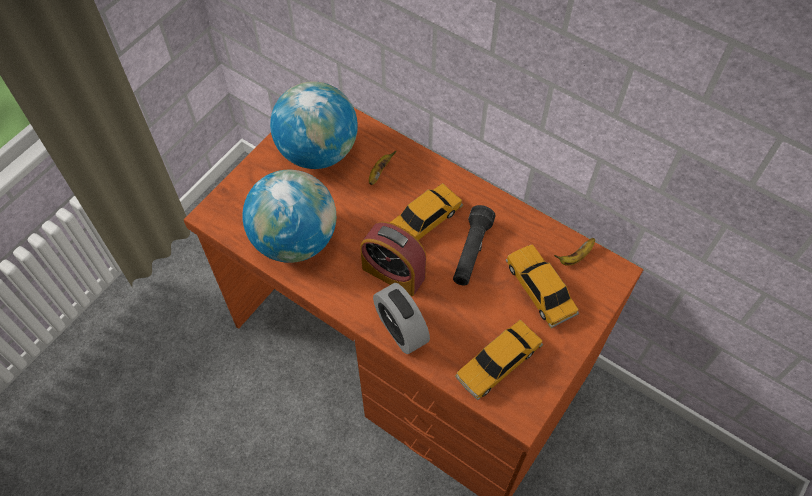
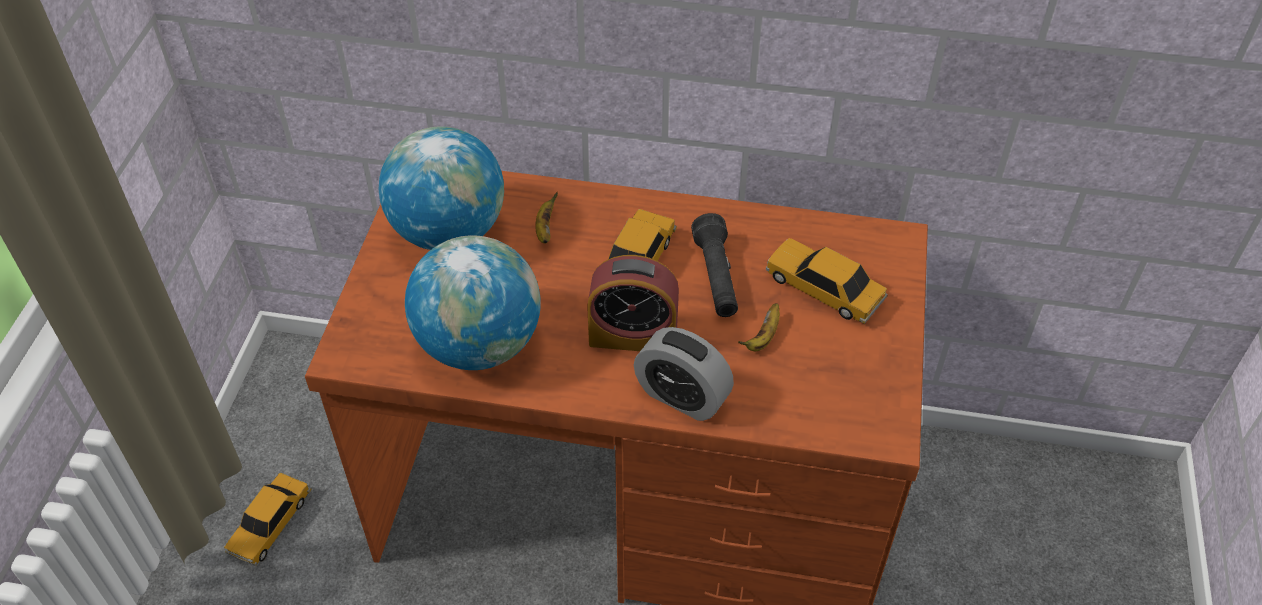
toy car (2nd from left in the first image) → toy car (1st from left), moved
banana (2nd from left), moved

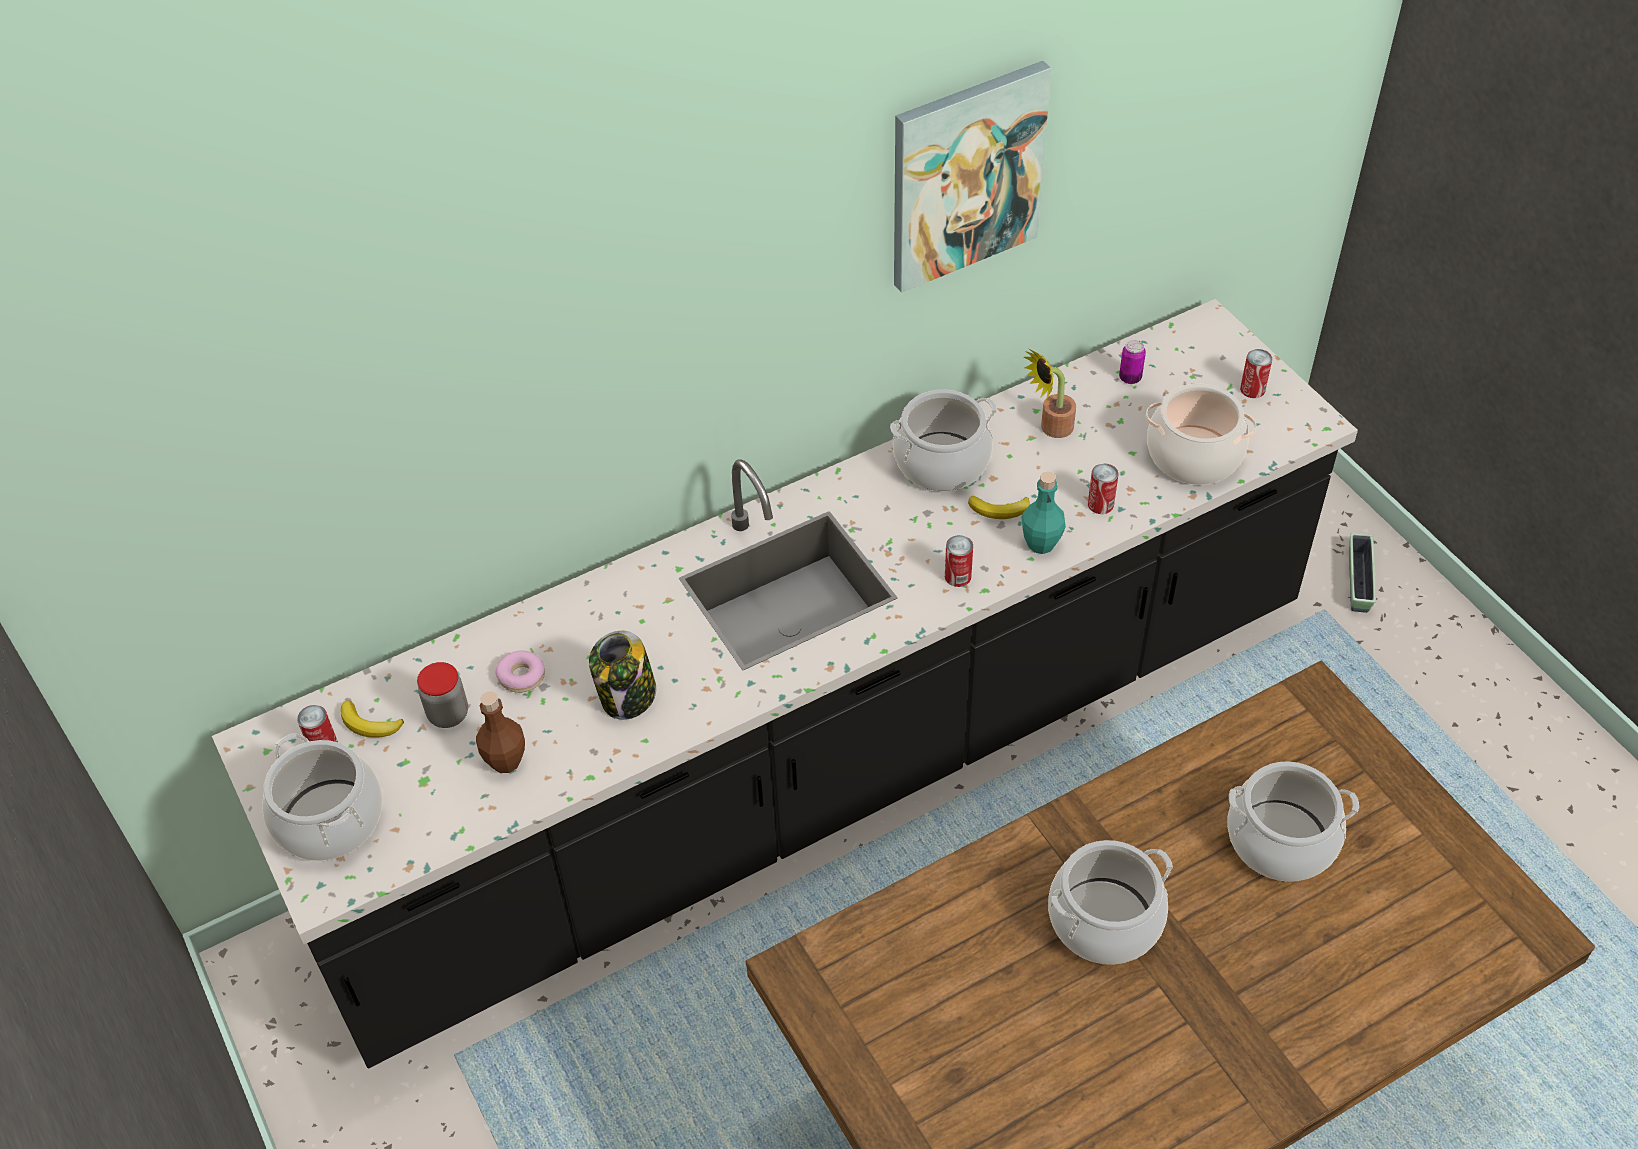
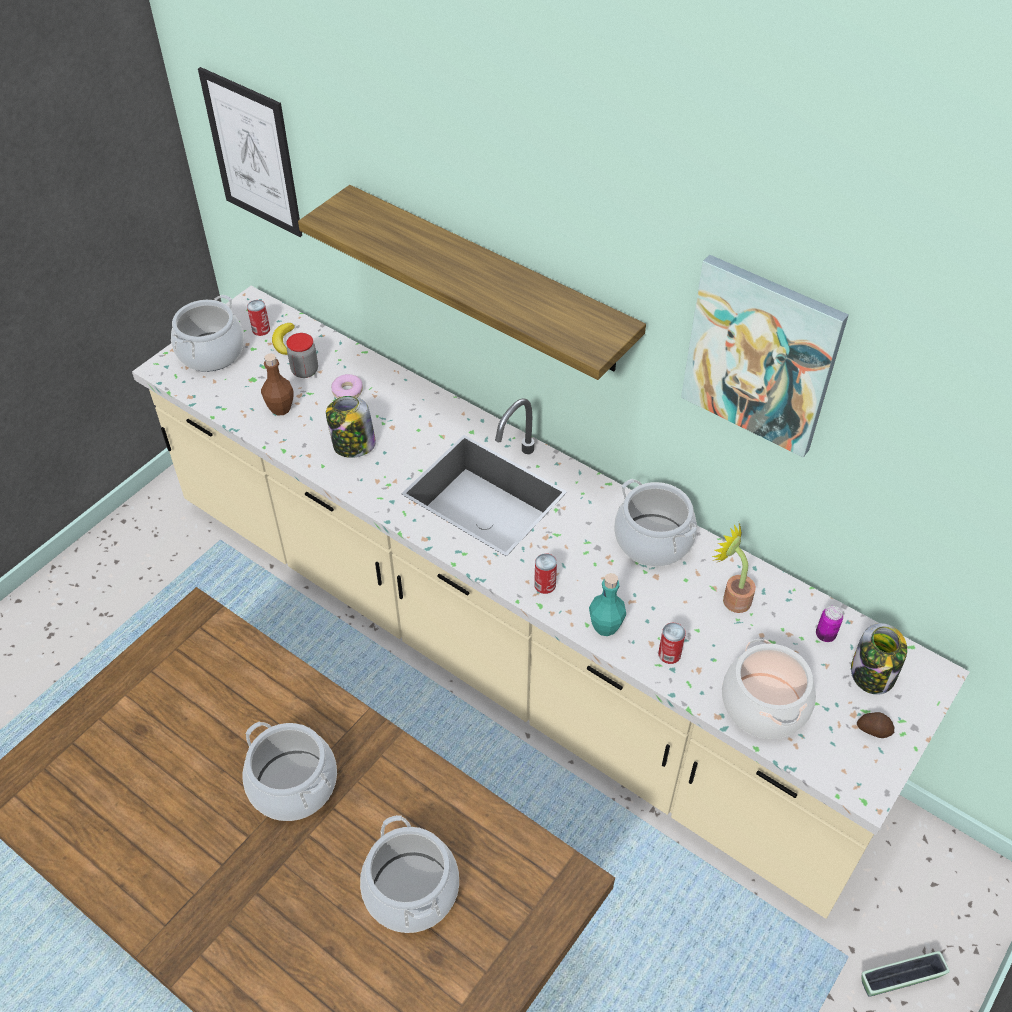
black counter → beige counter
- → picture (1st from left)
- → shelf
- → jar (3rd from left)
can (5th from left) → potato
banana (2nd from left) → -

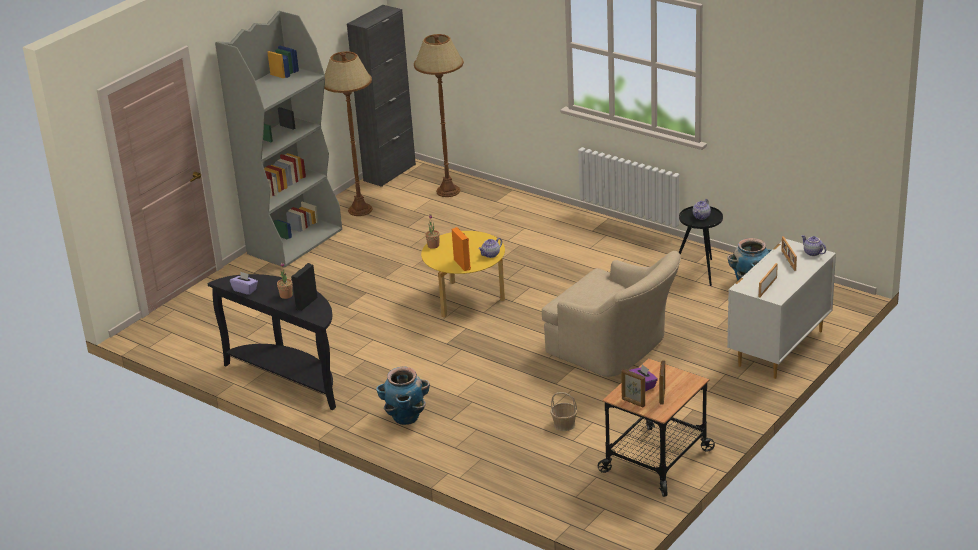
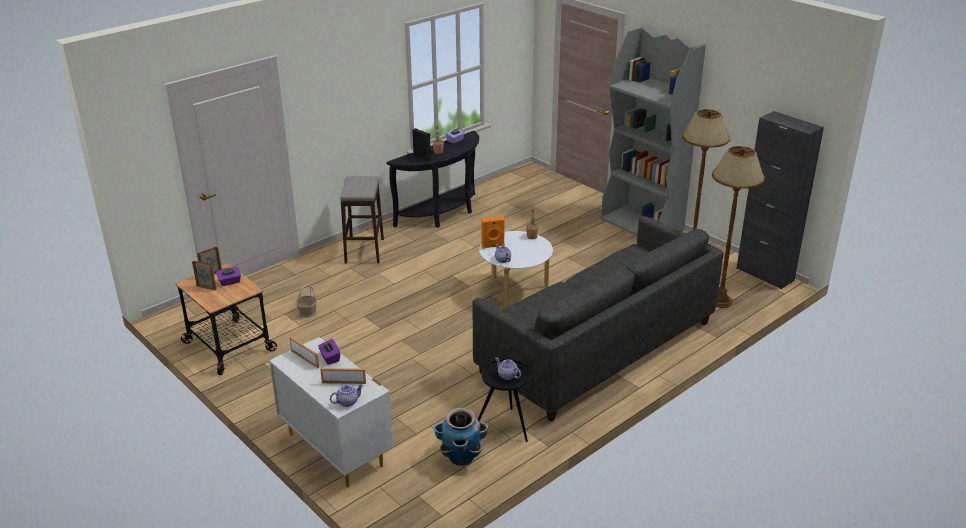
- → purple tissue box (2nd from left)
planter (1st from left) → stool
- → grey sofa
yellow coffee table → white coffee table
beige armchair → -

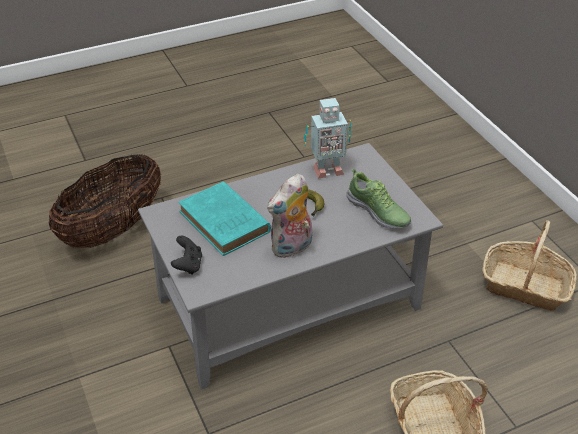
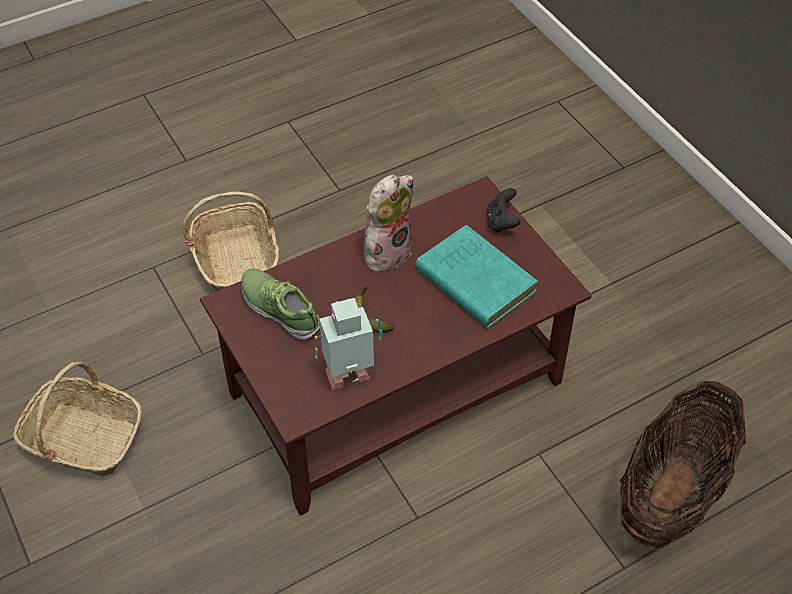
grey coffee table → brown coffee table

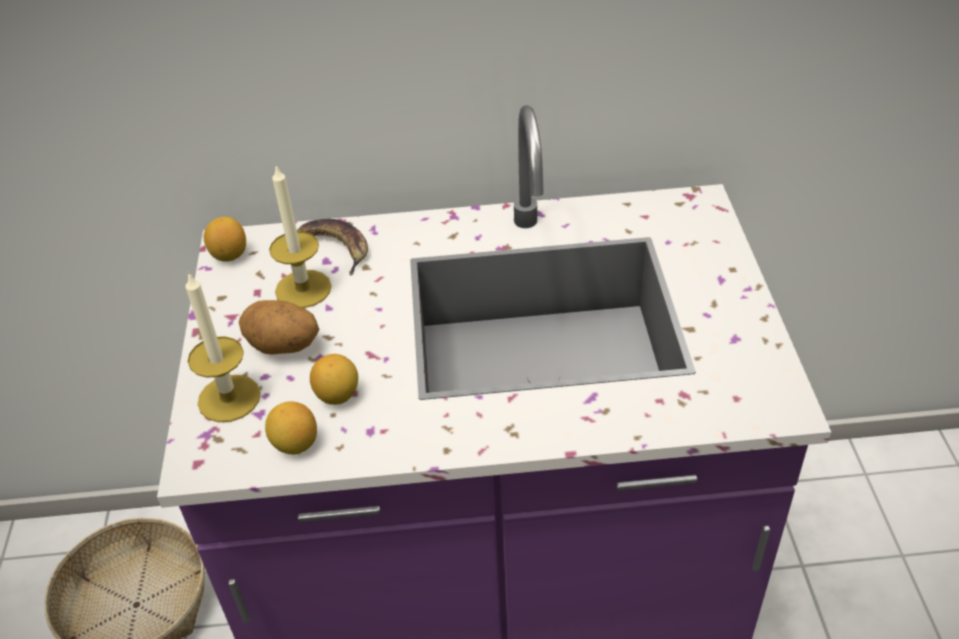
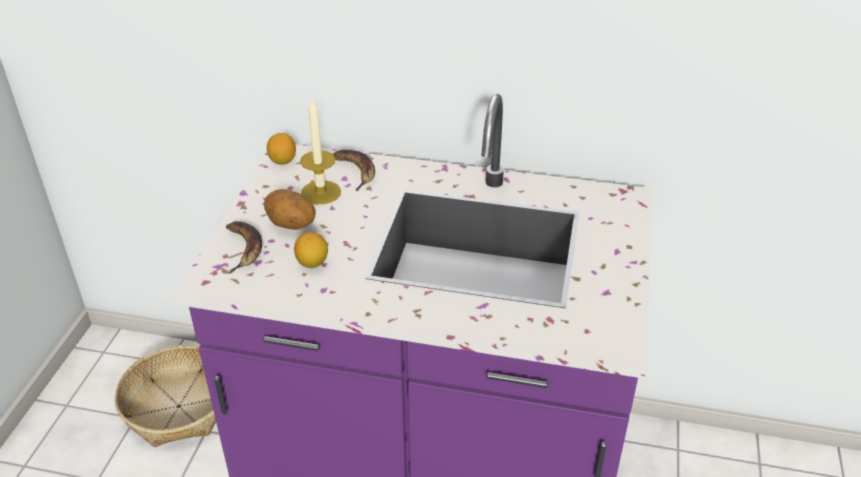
candle (1st from left) → banana (1st from left)
lemon (2nd from left) → -

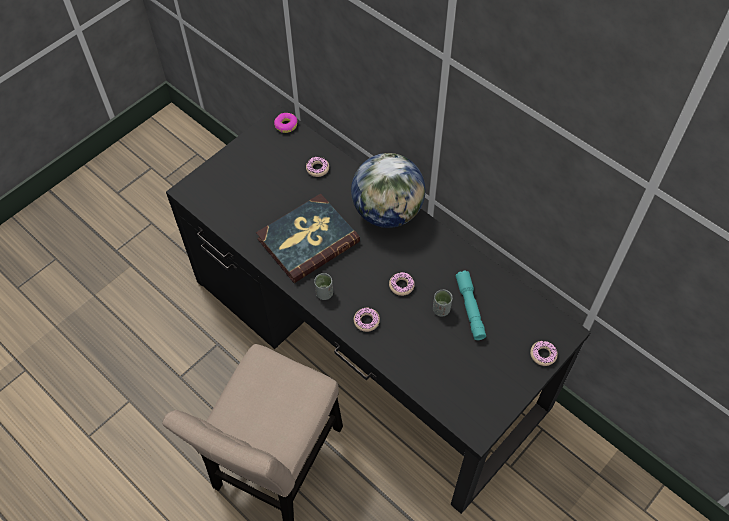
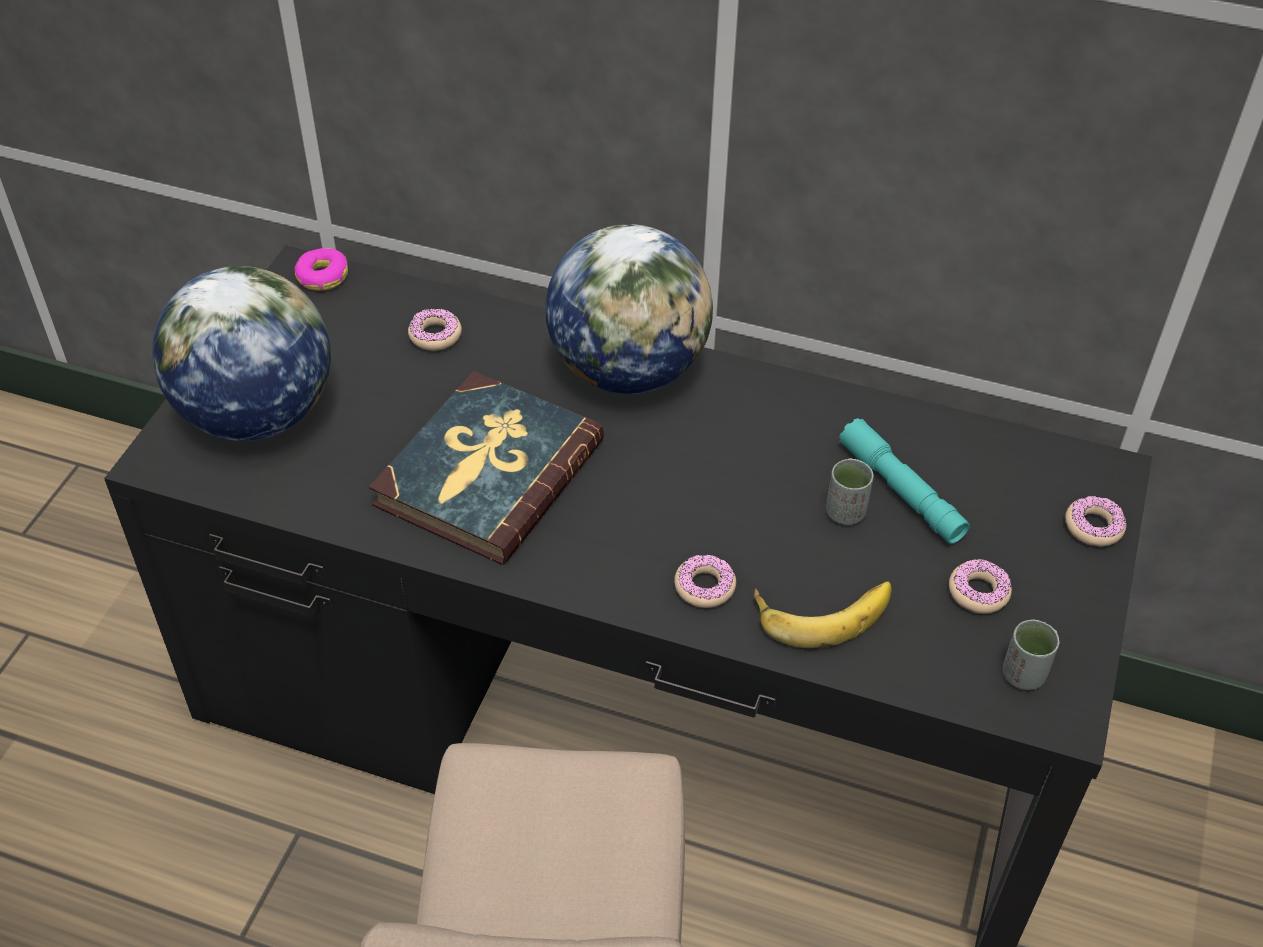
- → globe (1st from left)
- → banana
donut (4th from left), moved
grey cup (1st from left in the first image) → grey cup (2nd from left), moved

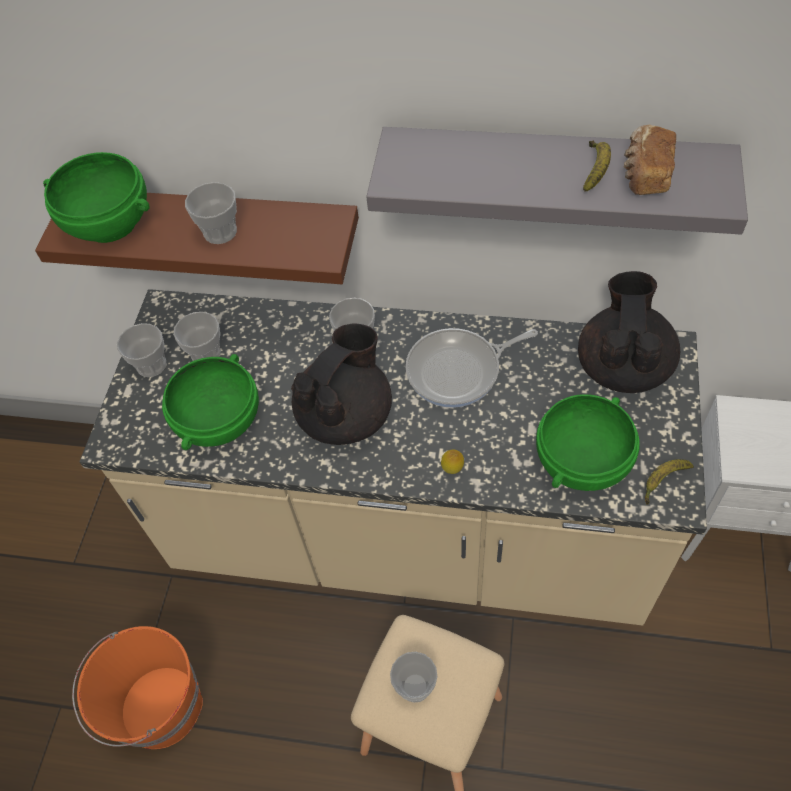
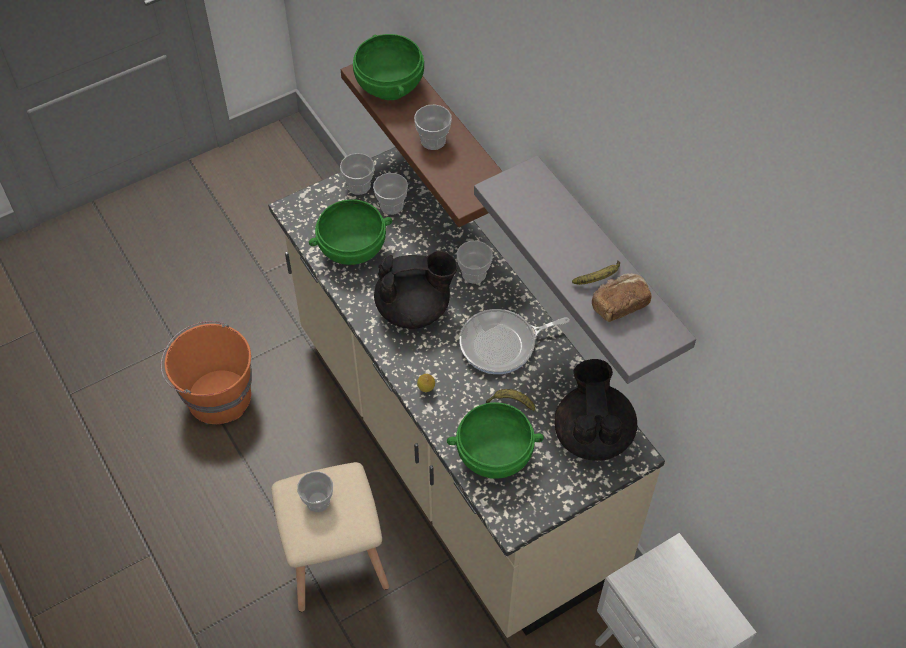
frying pan, 45 degrees counterclockwise
banana (2nd from left in the first image) → banana (1st from left), moved
black teapot (2nd from left), 60 degrees counterclockwise

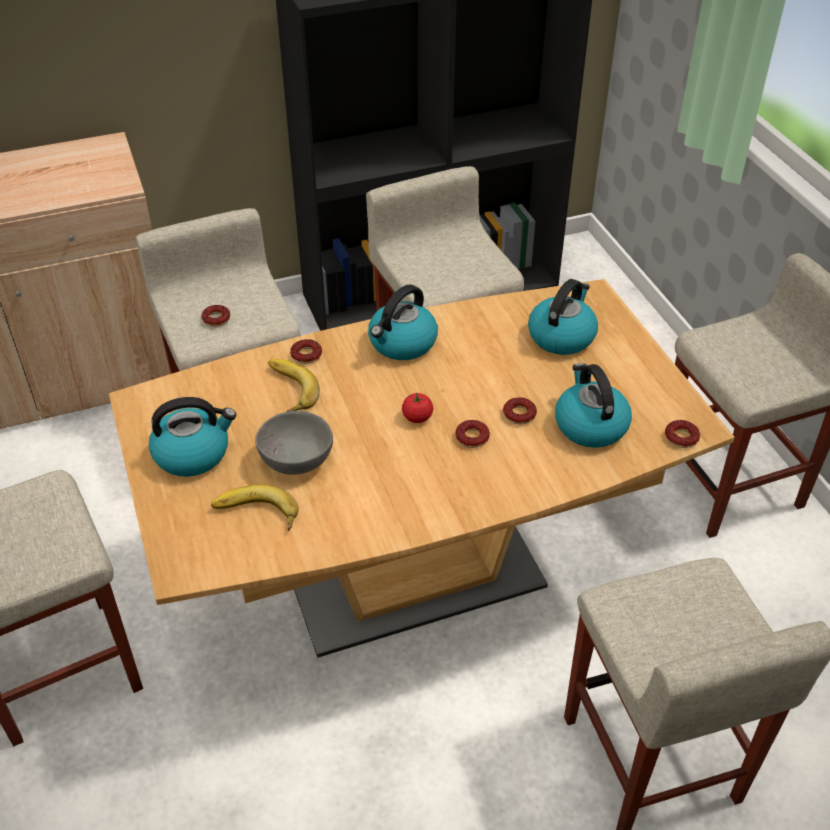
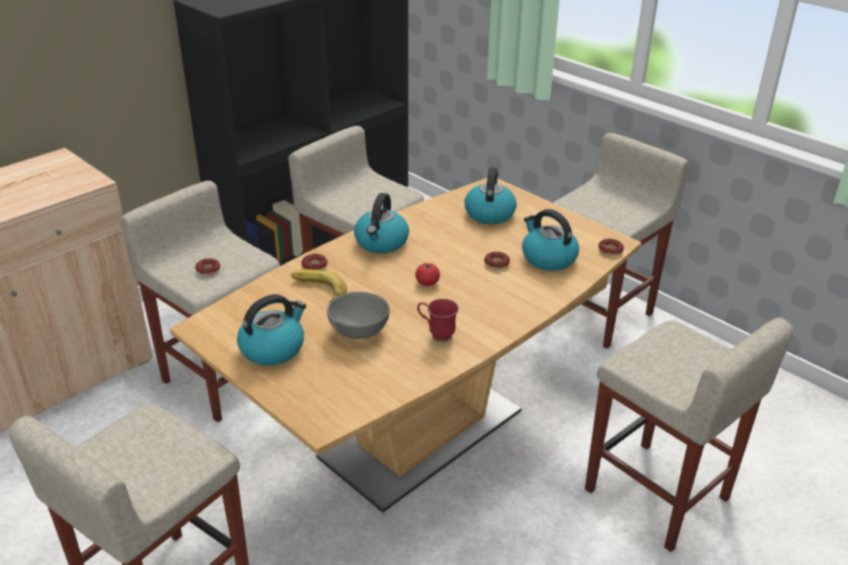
- → red mug
banana (1st from left) → -
donut (3rd from left) → -

